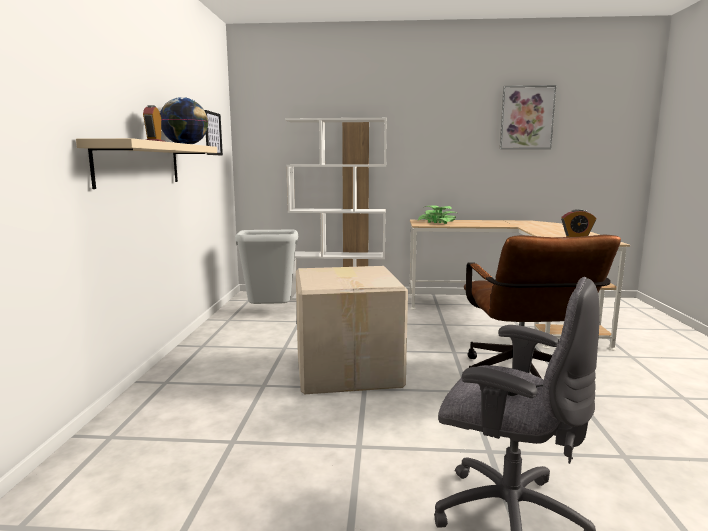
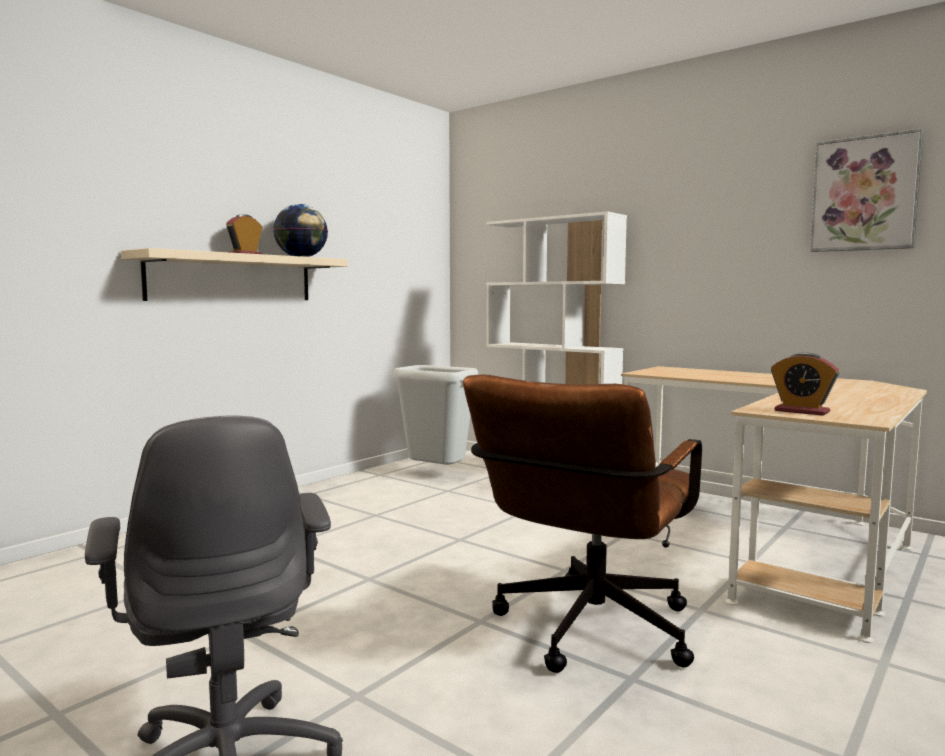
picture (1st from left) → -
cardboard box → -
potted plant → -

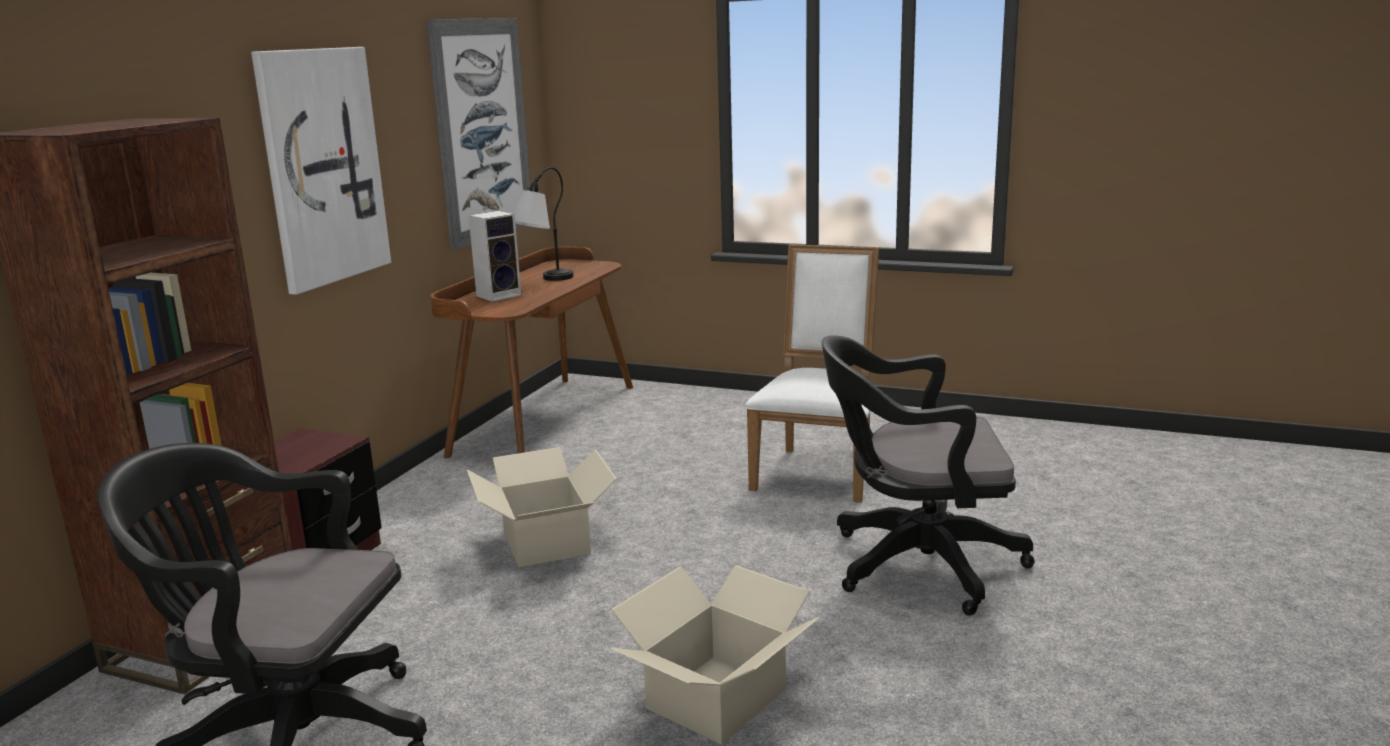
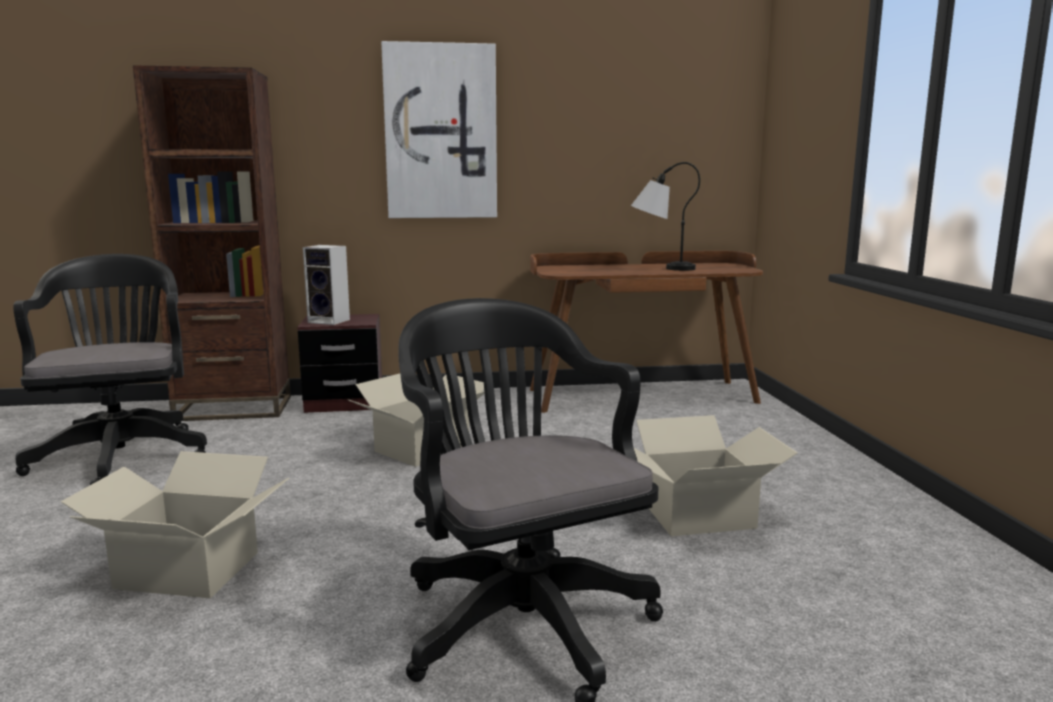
speaker, moved
white chair → cardboard box (3rd from left)
picture (2nd from left) → -

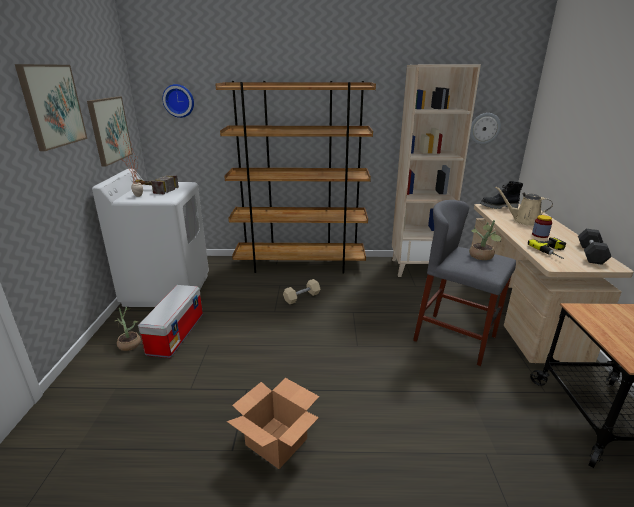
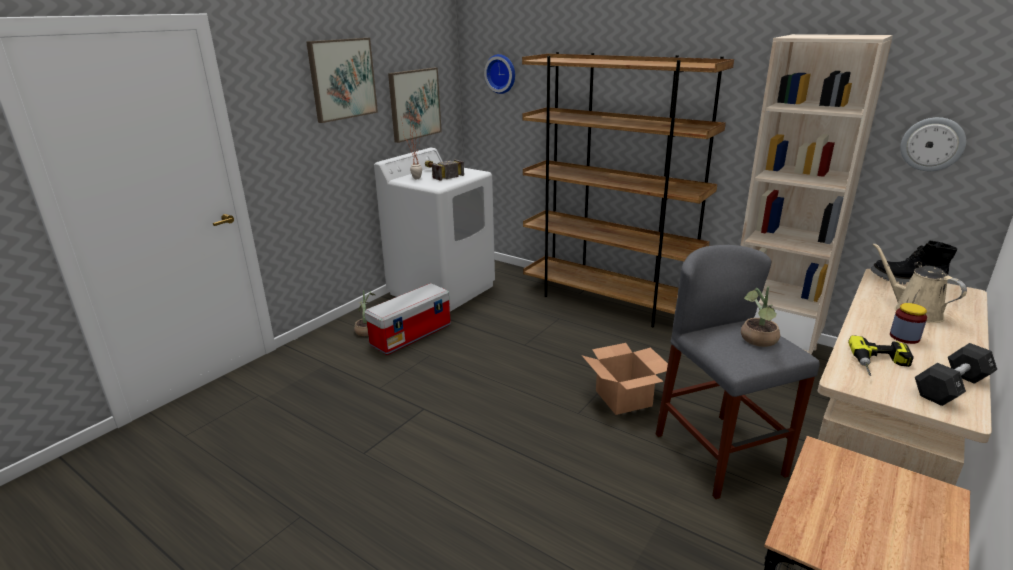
cardboard box, moved
beige dumbbell → -

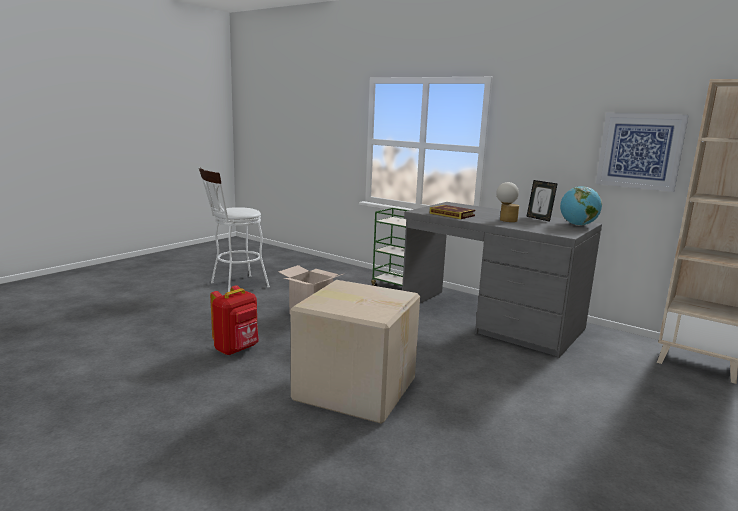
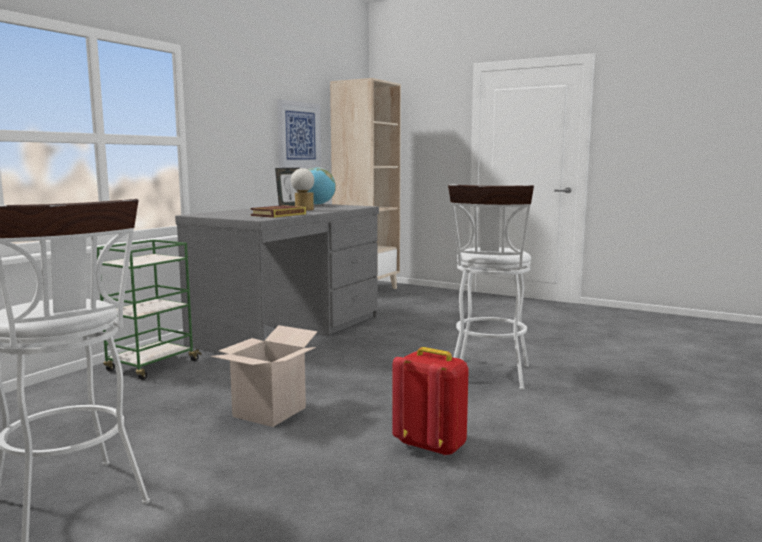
cardboard box (2nd from left) → white stool (2nd from left)

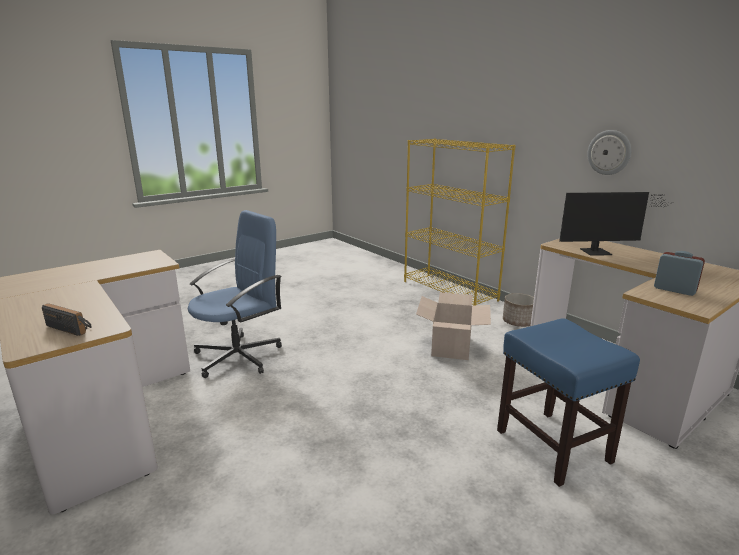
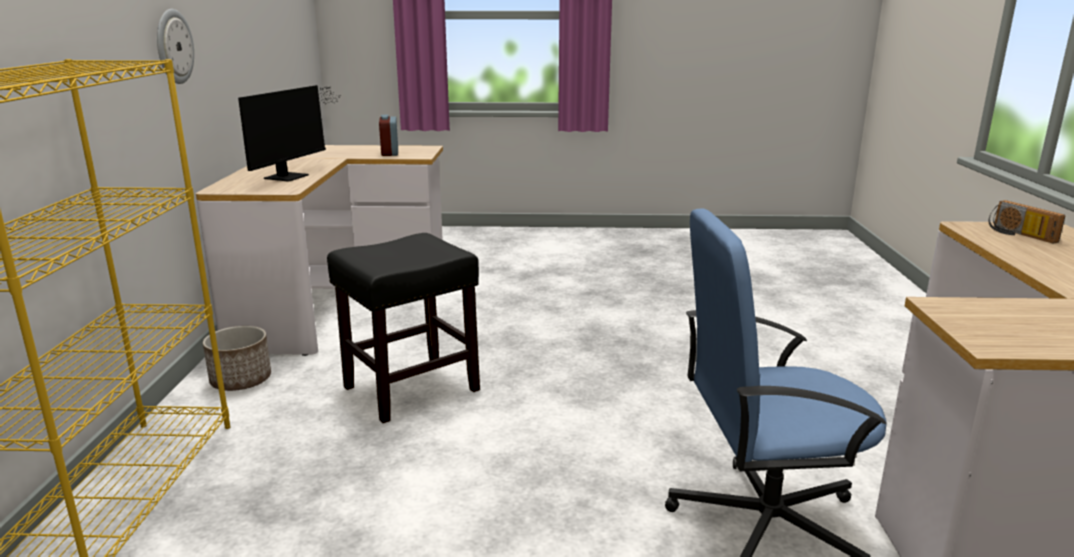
monitor, 75 degrees clockwise
cardboard box → black stool
blue stool → -

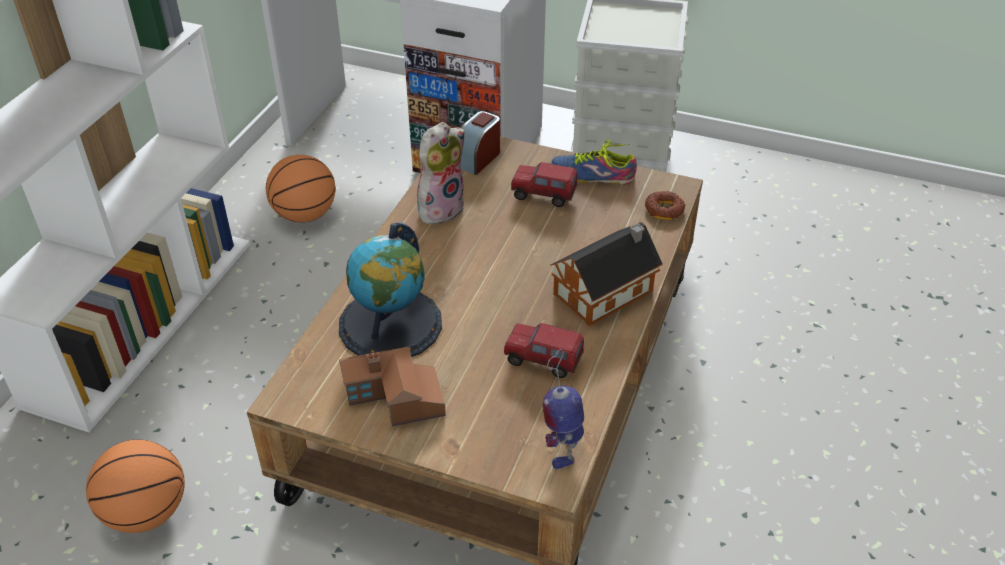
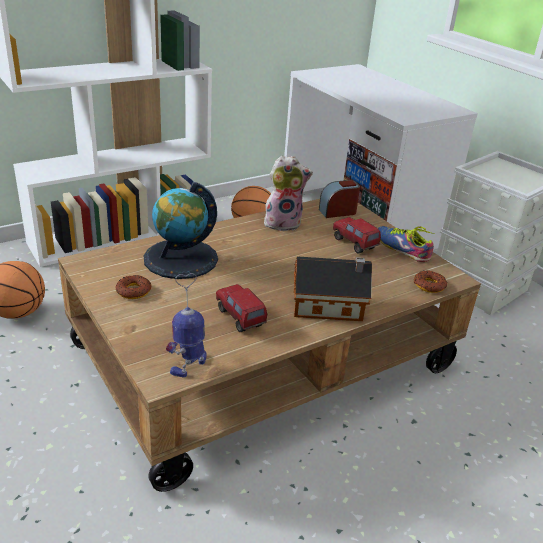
toy house (1st from left) → donut (1st from left)

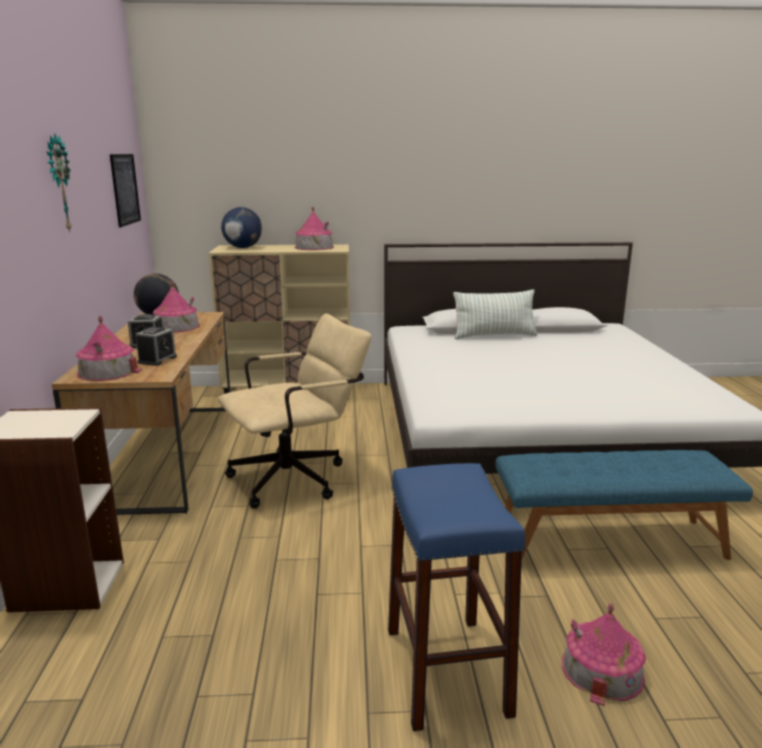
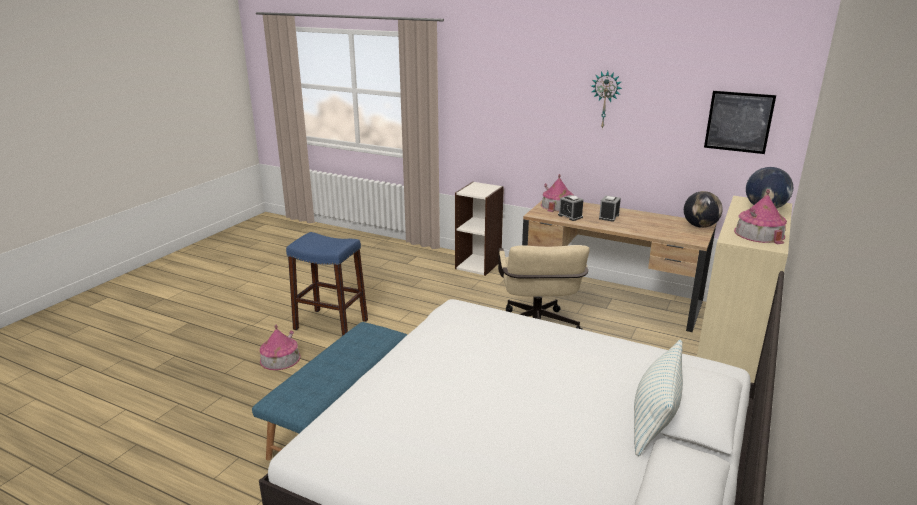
toy house (2nd from left) → -

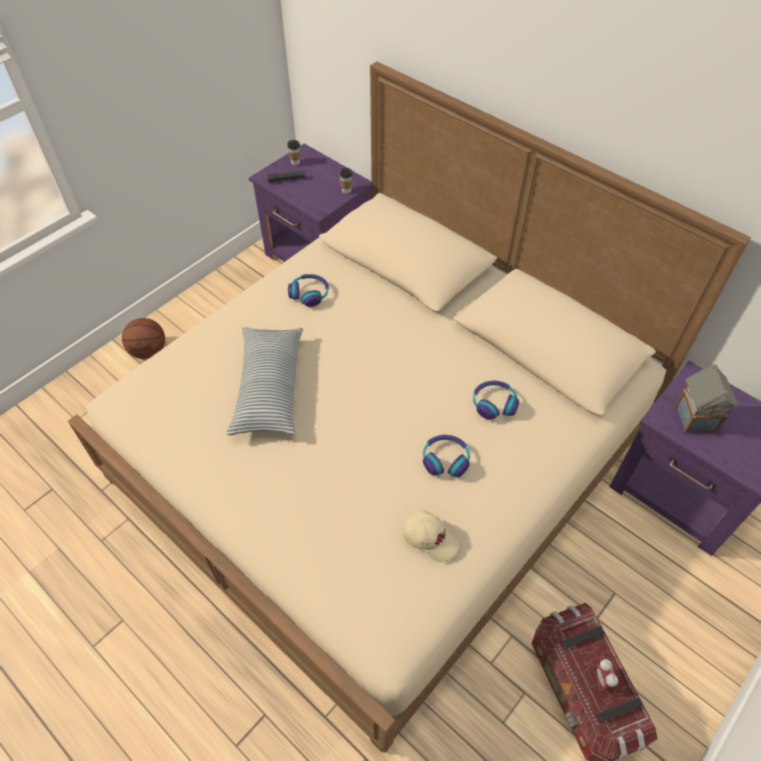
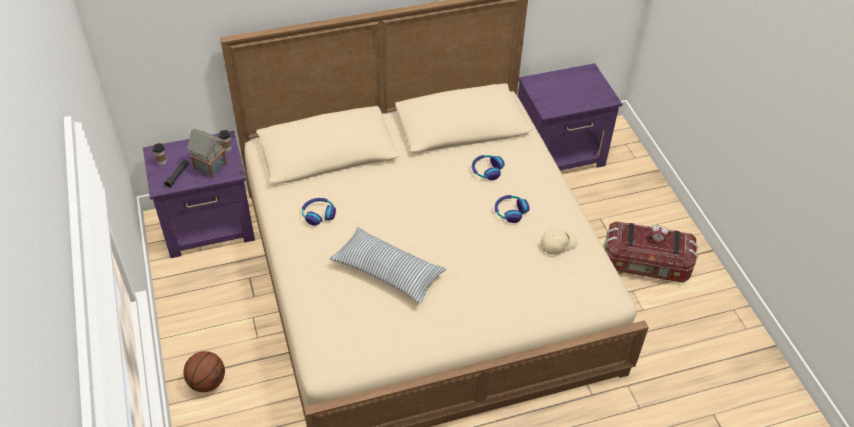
toy house, moved

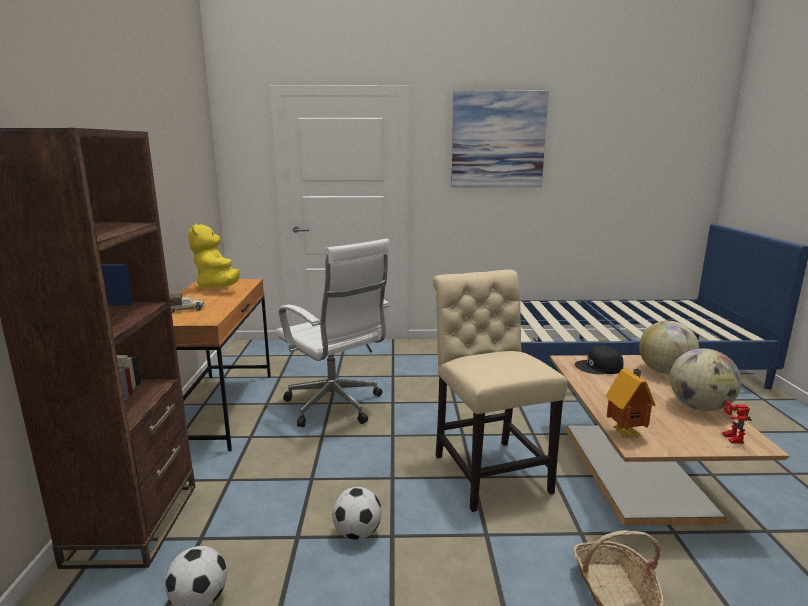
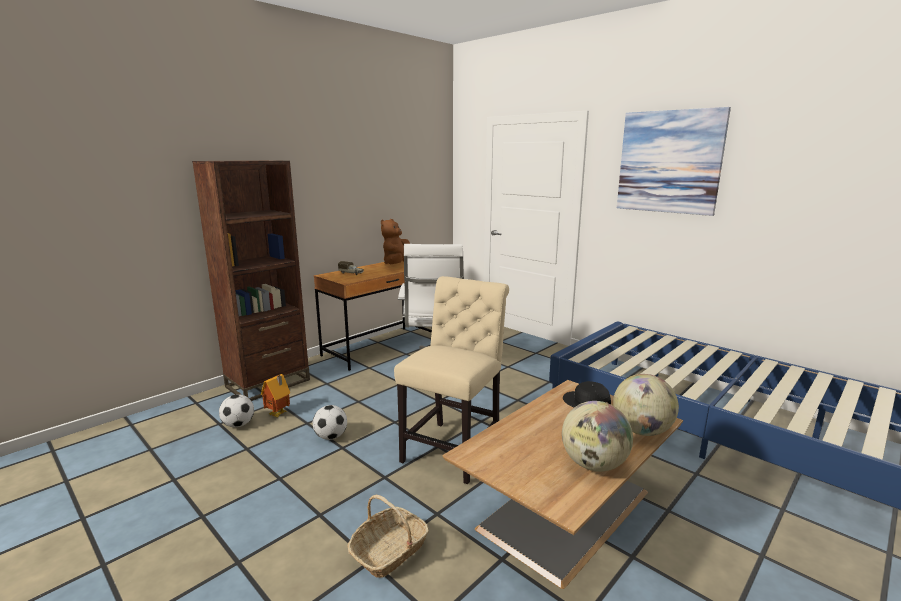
toy house, moved
yellow plush toy → brown plush toy
toy robot → -

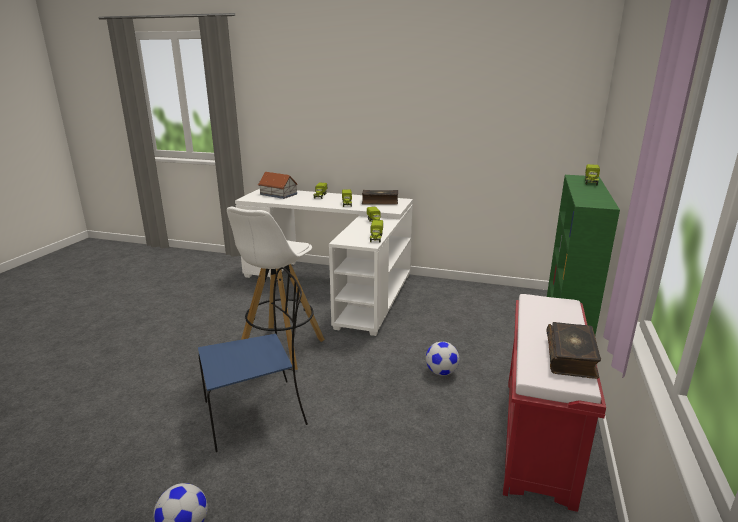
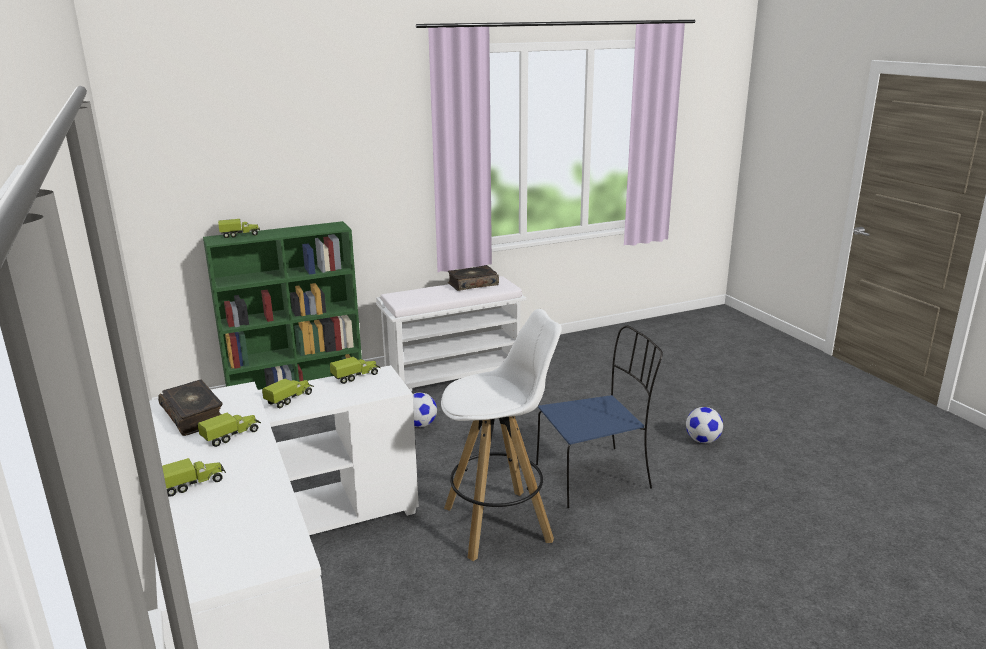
red bench → white bench
blue chair, 135 degrees clockwise
toy house → -

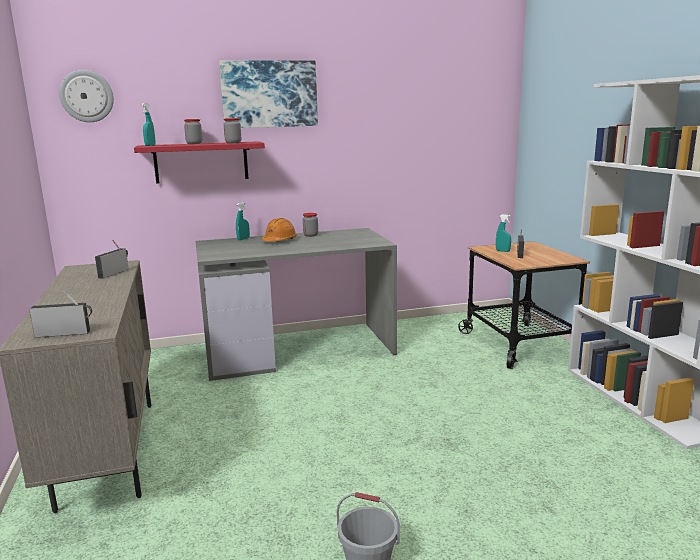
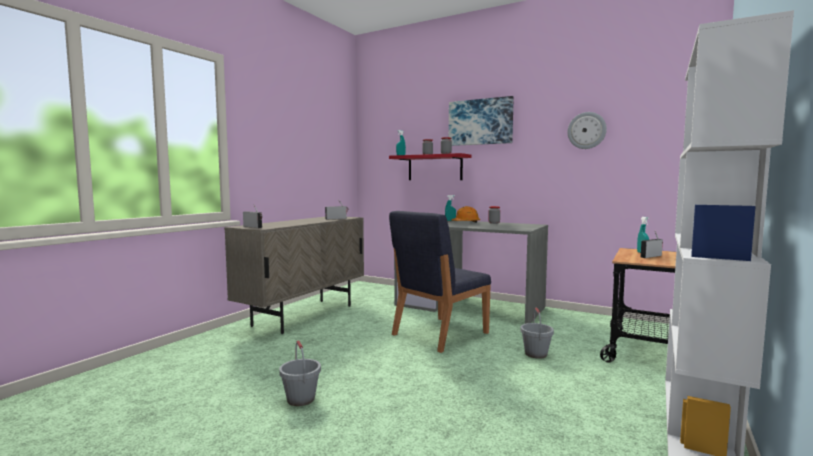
- → blue chair
- → grey bucket (2nd from left)
wall clock, moved

